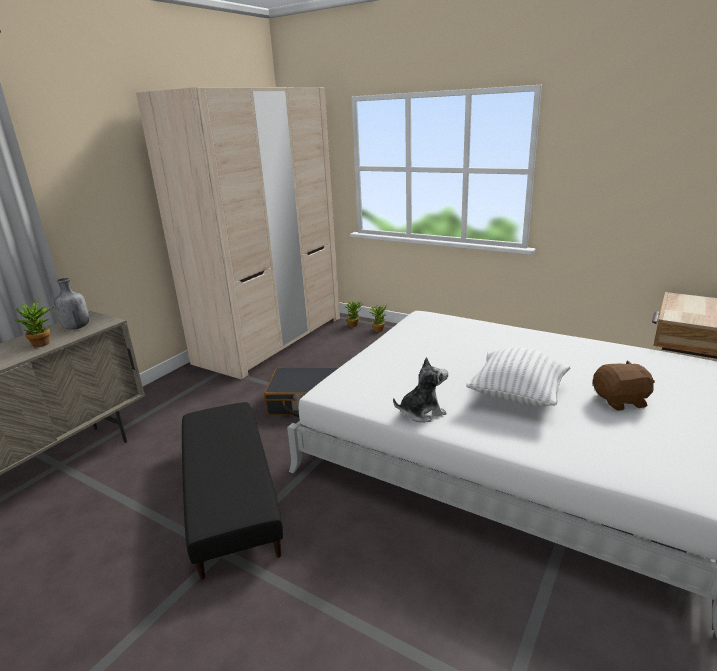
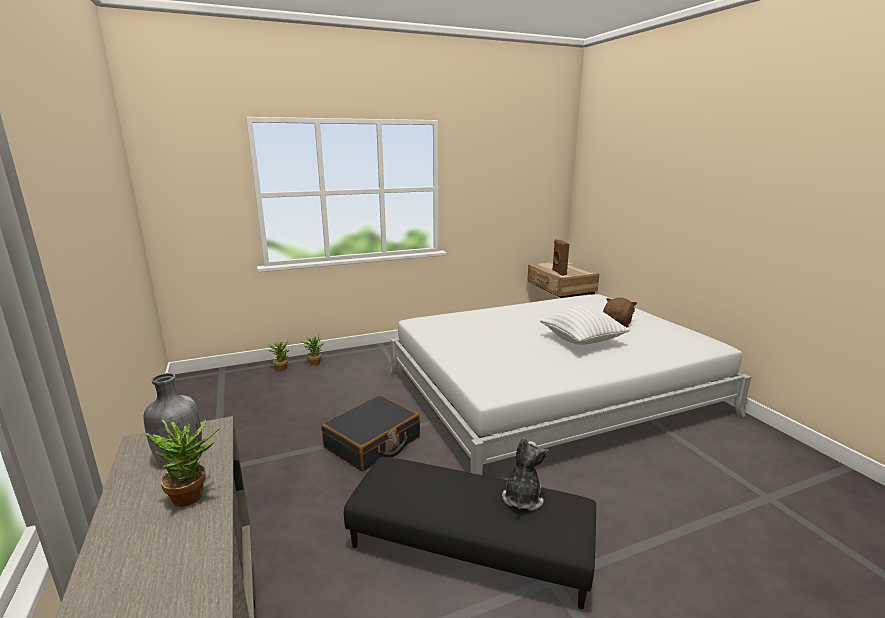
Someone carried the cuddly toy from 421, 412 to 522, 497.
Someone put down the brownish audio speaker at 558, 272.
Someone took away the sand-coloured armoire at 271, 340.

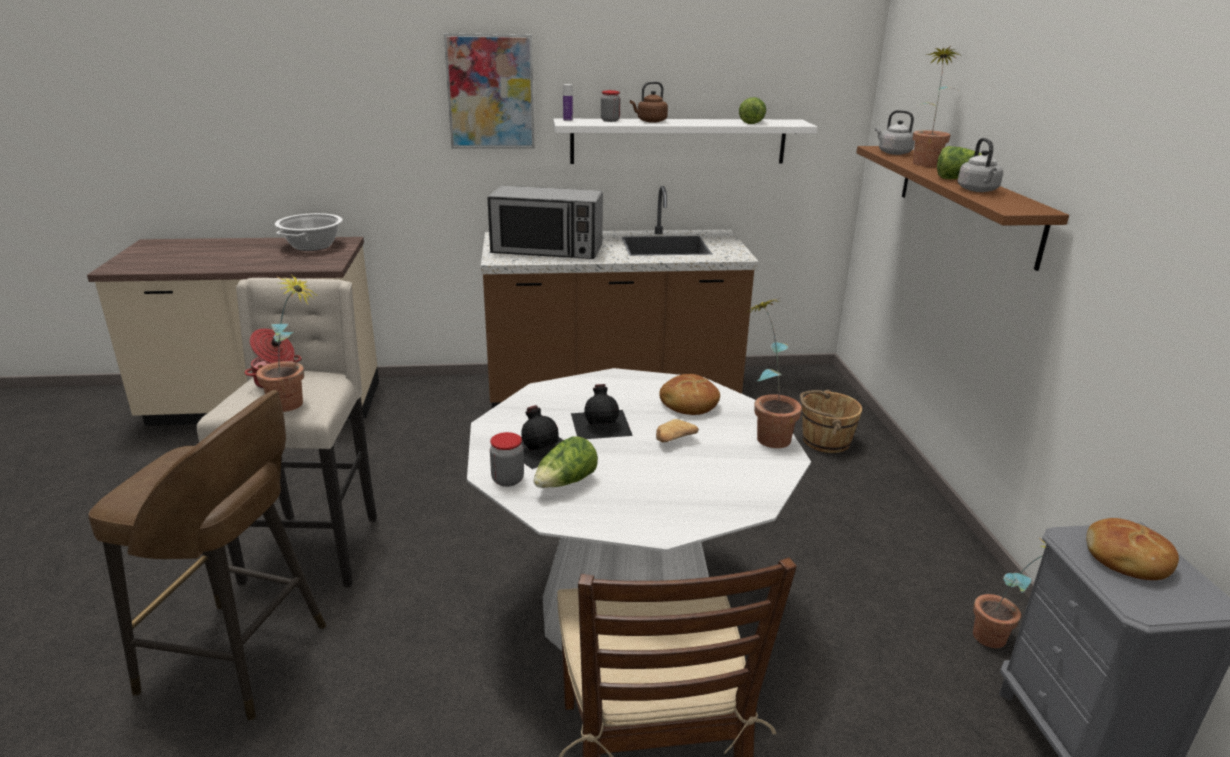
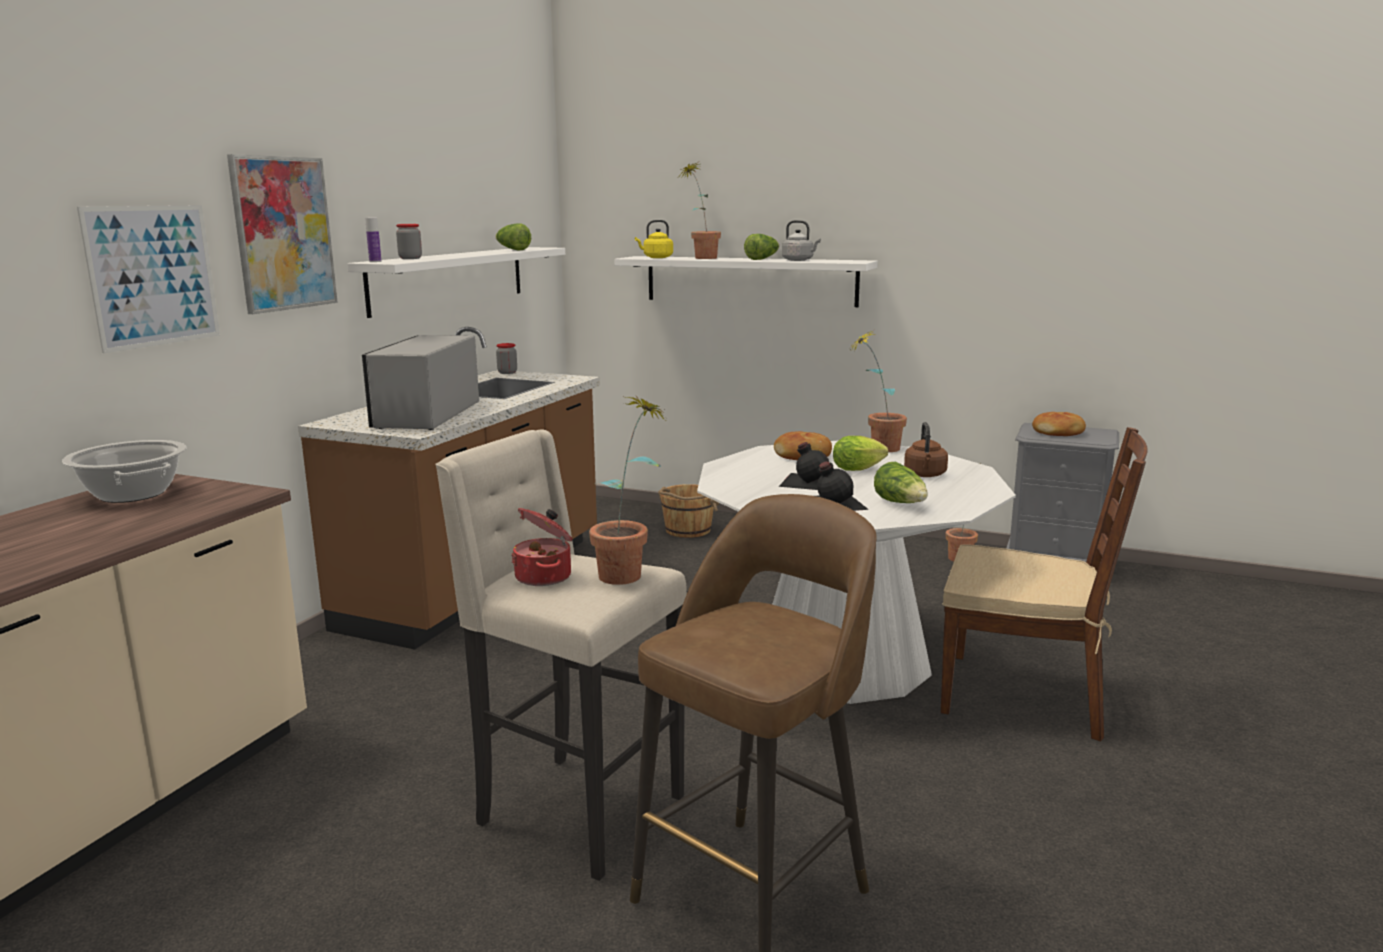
Someone put up the picture at 153, 276.
Someone rotated the microwave at 547, 250 by 150 degrees clockwise.
Someone carried the storage jar from 507, 480 to 507, 372.
Someone repainted the brownish shelf at 966, 201, which became the whitish shelf at 749, 280.
Someone repainted the gray tea kettle at 892, 153, which became the yellow-coloured tea kettle at 656, 257.
Someone swapped the bakery bread at 672, 440 for the lettuce head at 860, 469.
Someone carried the brownish tea kettle from 650, 121 to 925, 475.

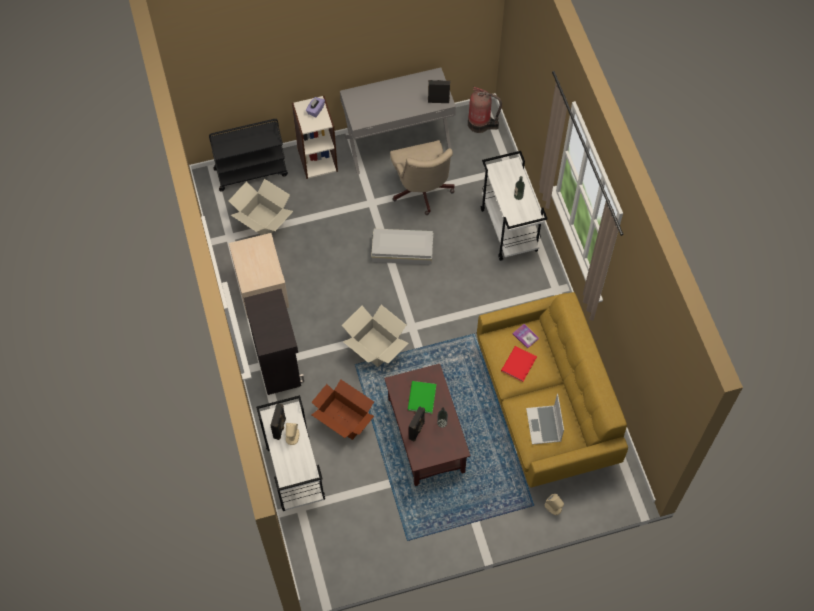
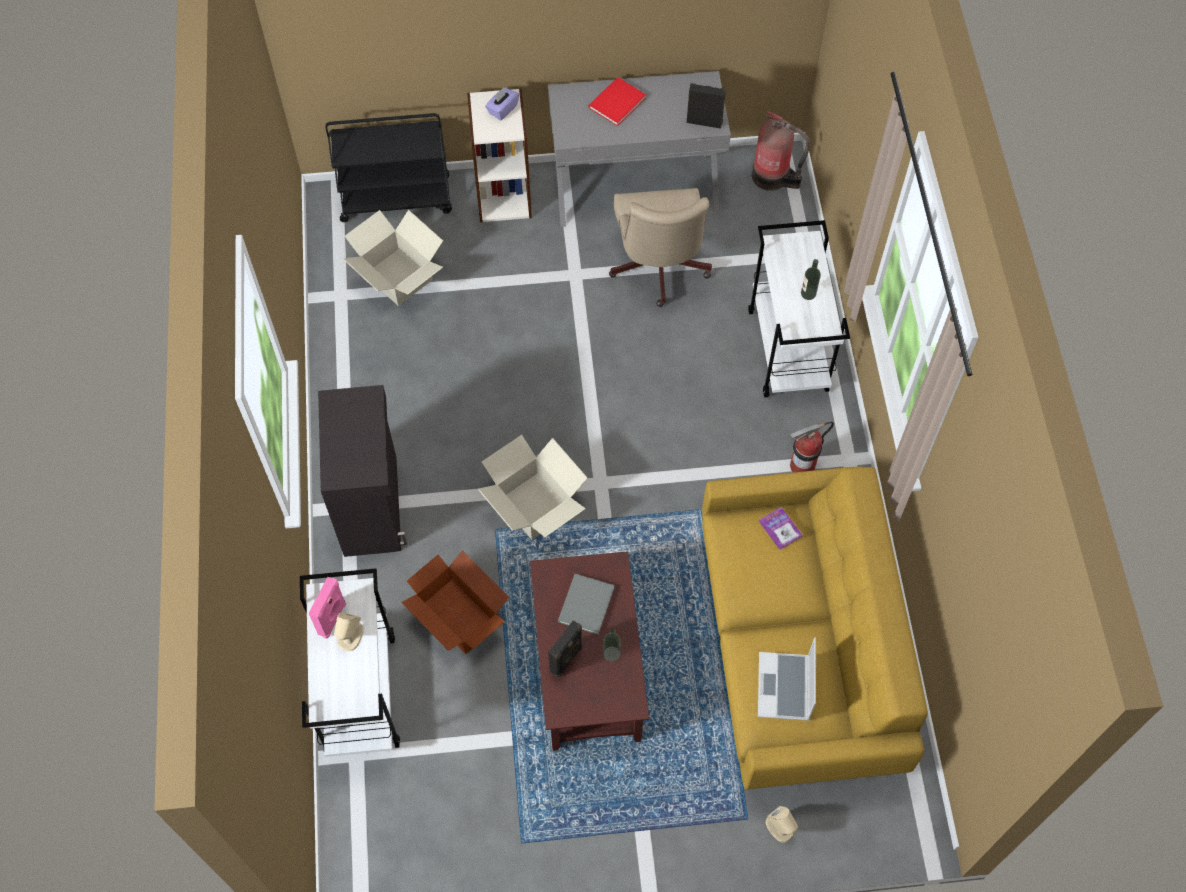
Someone repainted the blackish audio speaker at 280, 428, which became the pinkish audio speaker at 333, 619.
Someone repainted the green volume at 421, 398, which became the gray volume at 584, 605.
Someone carried the red volume from 517, 365 to 615, 103.
Someone put down the fire-fighting cylinder at 802, 466.
Someone took away the sand-coloured nightstand at 261, 287.
Someone took away the whitish storage box at 403, 251.

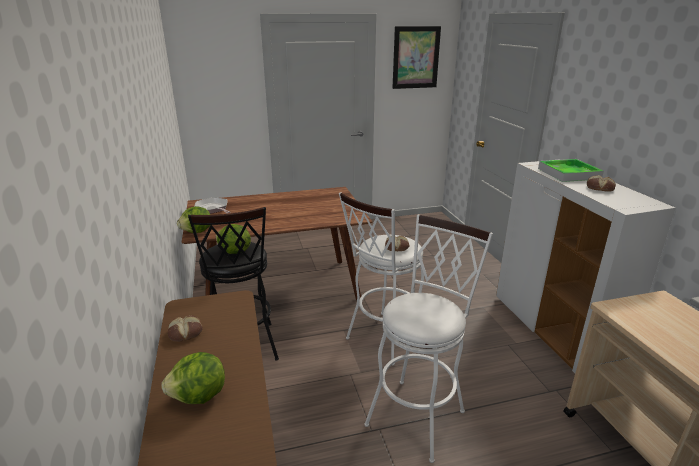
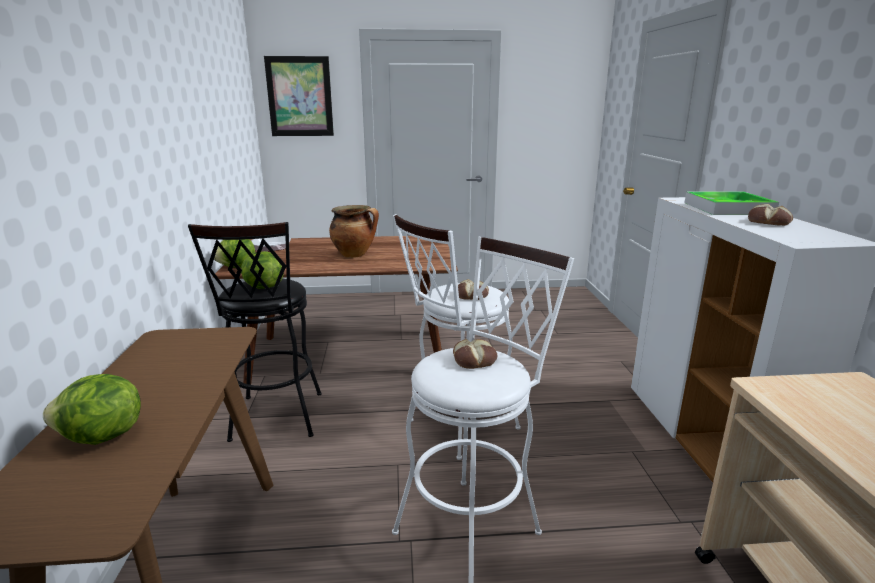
Someone carried the picture from 416, 57 to 300, 97.
Someone put down the stockpot at 355, 255.
Someone carried the bakery bread from 186, 332 to 474, 359.

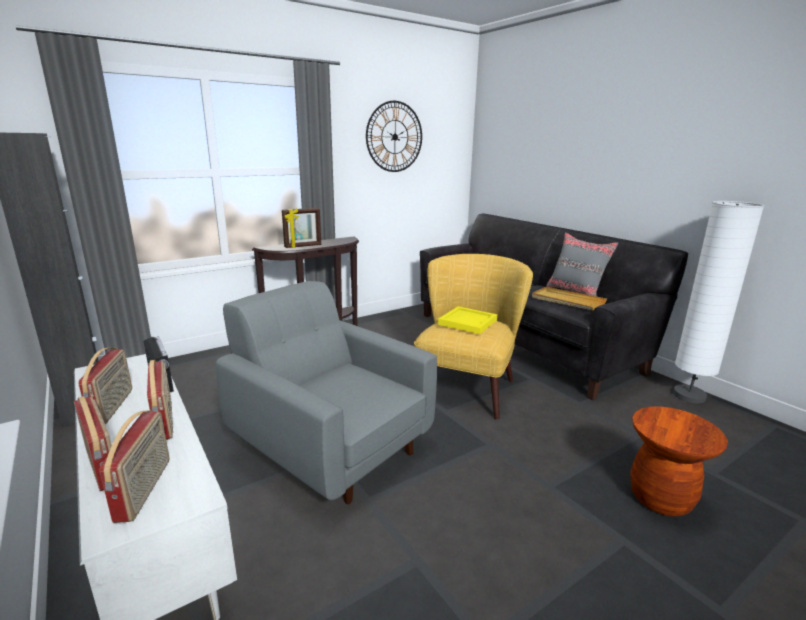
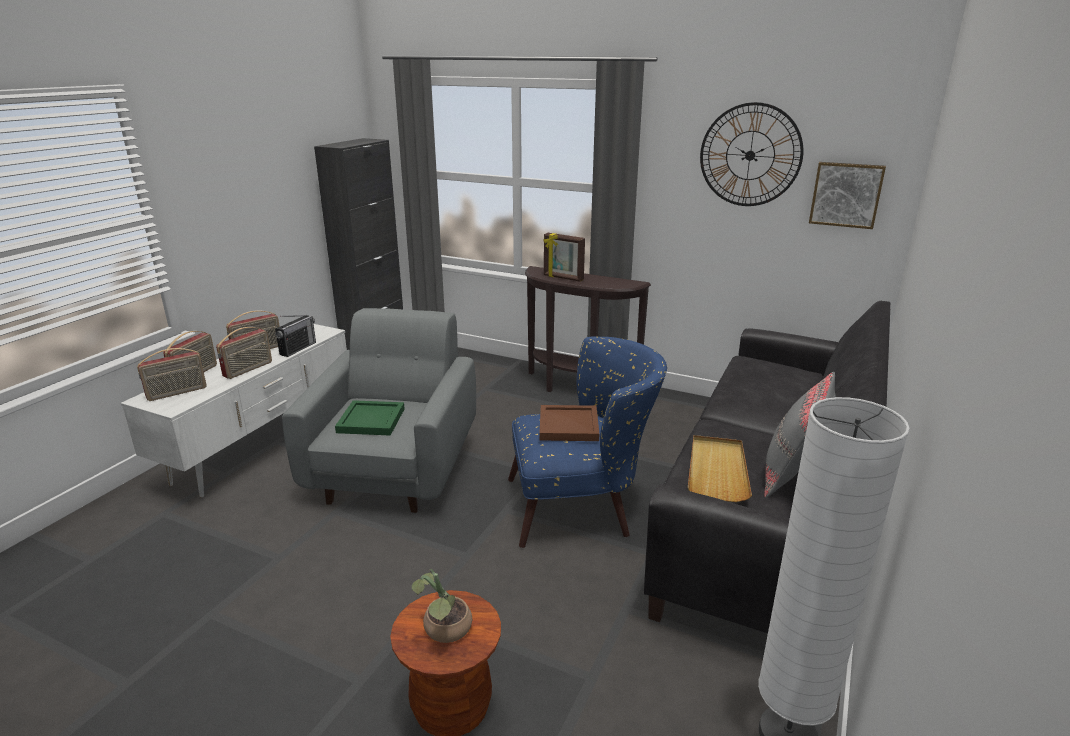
Someone put down the green carrying tray at 371, 421.
Someone put down the plant in a pot at 445, 632.
Someone repainted the yellow-coloured armchair at 467, 384, which became the blue armchair at 581, 507.
Someone repainted the yellow-coloured carrying tray at 466, 322, which became the brownish carrying tray at 567, 425.
Someone put up the picture at 846, 194.

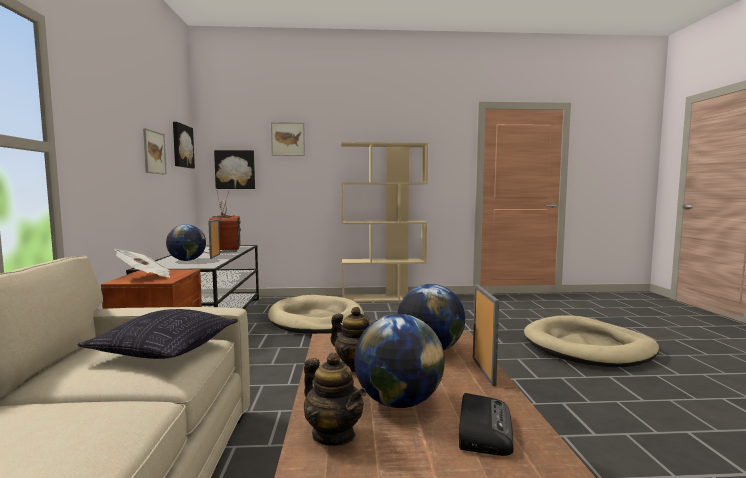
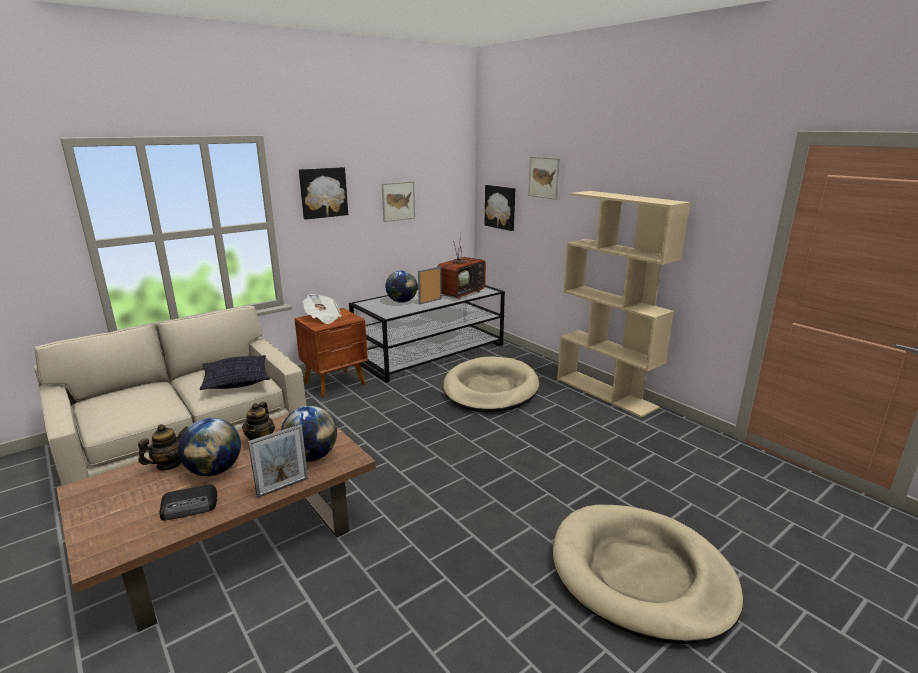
Someone rotated the tea pot at 334, 434 by 150 degrees counterclockwise.
Someone carried the picture from 182, 146 to 323, 192.

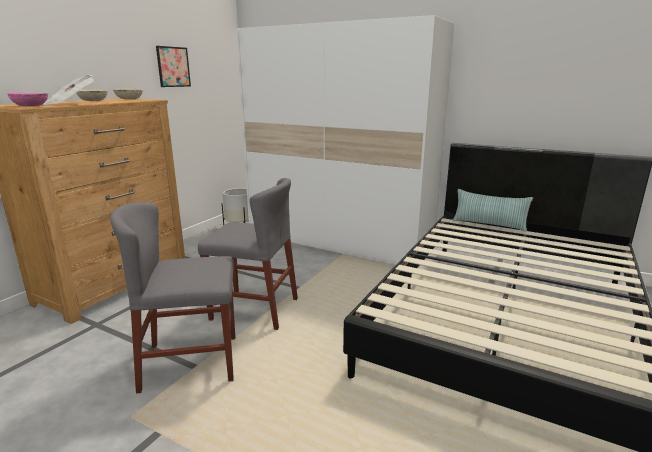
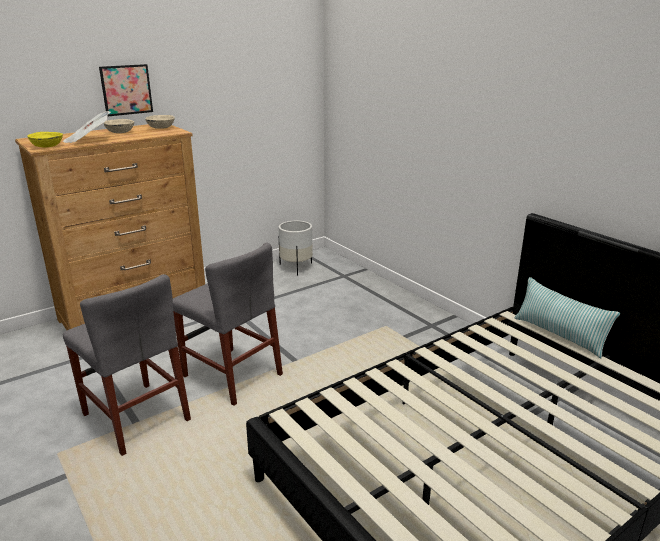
Someone repainted the pinkish bowl at 30, 106, which became the yellow-coloured bowl at 46, 146.
Someone rotated the gray plain chair at 191, 362 by 150 degrees counterclockwise.
Someone carried the picture from 173, 67 to 126, 90.
Someone took away the whitish armoire at 338, 241.

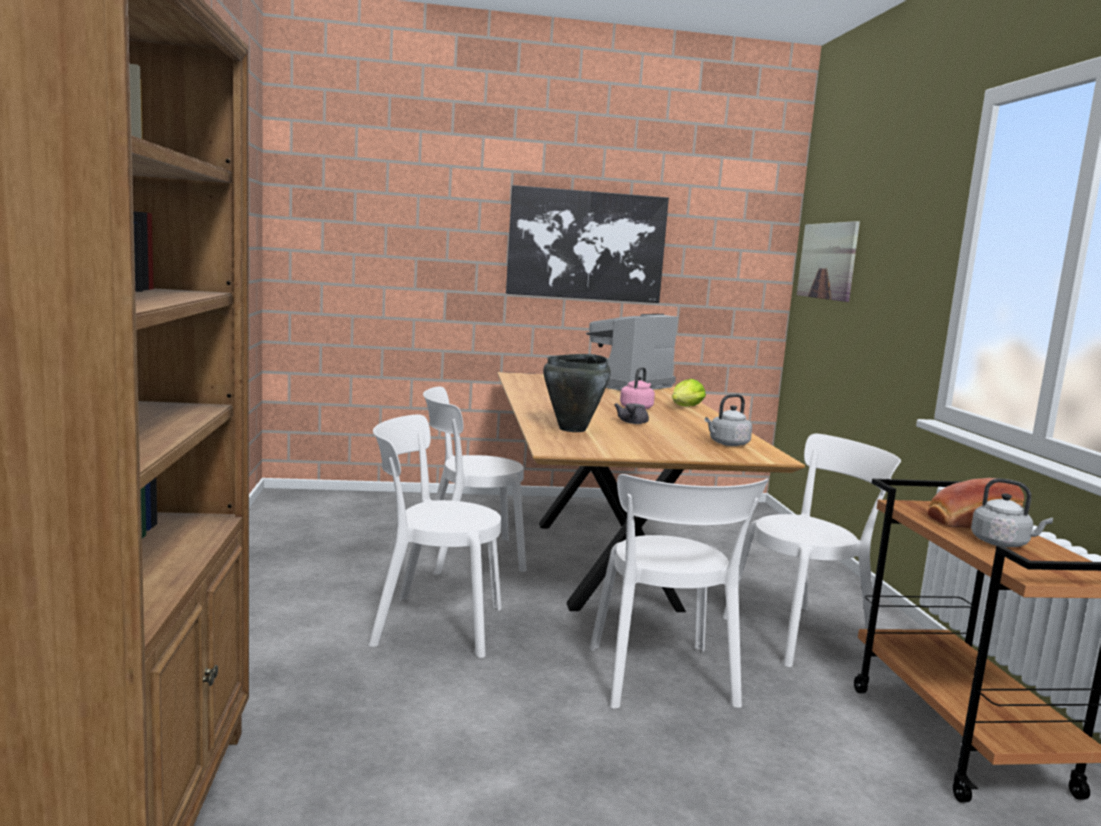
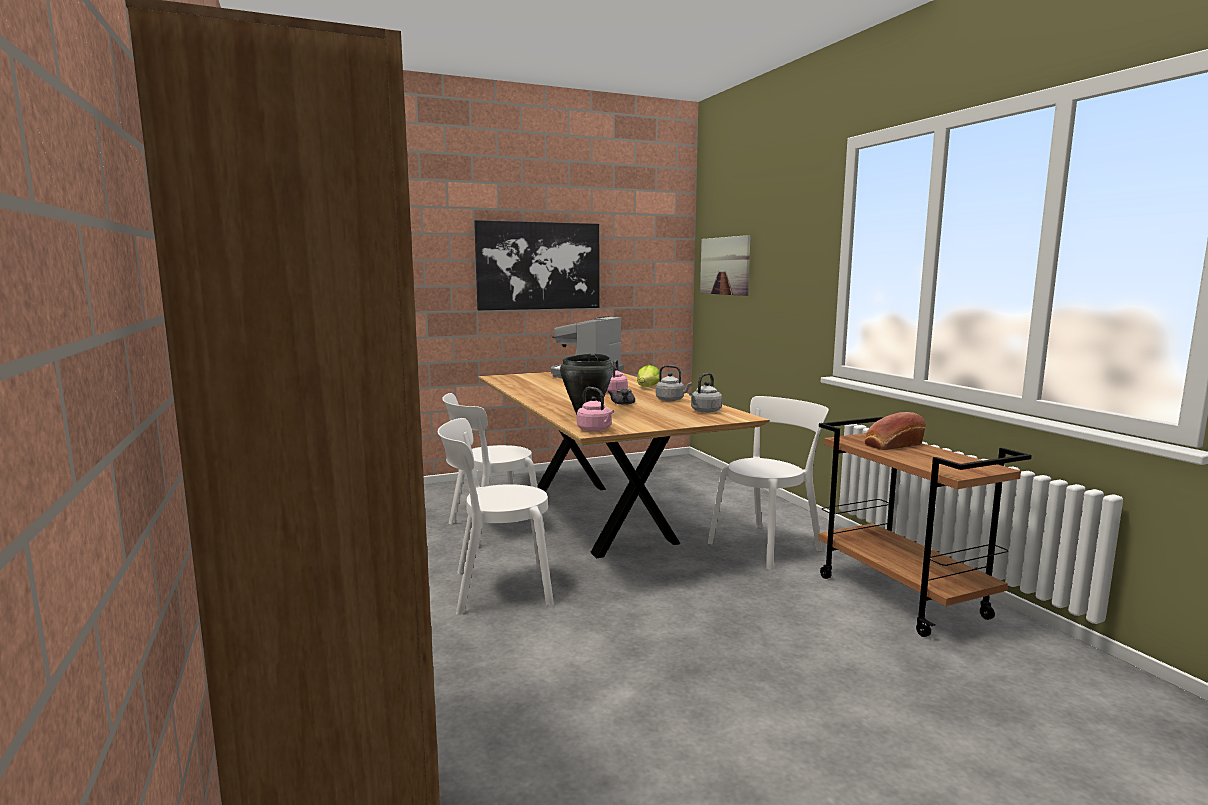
Someone put down the pinkish tea kettle at 595, 430.
Someone carried the gray tea kettle from 1002, 543 to 671, 400.
Someone took away the whitish plain chair at 662, 679.

